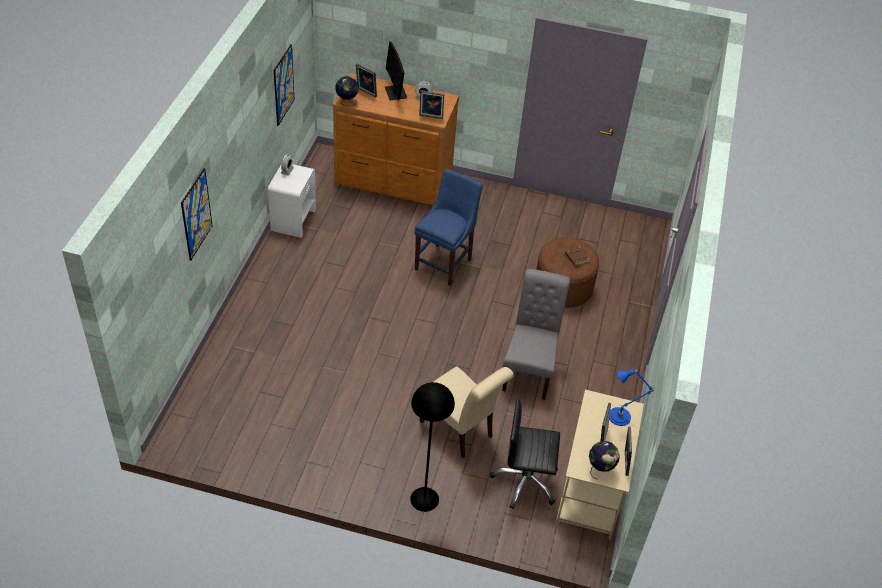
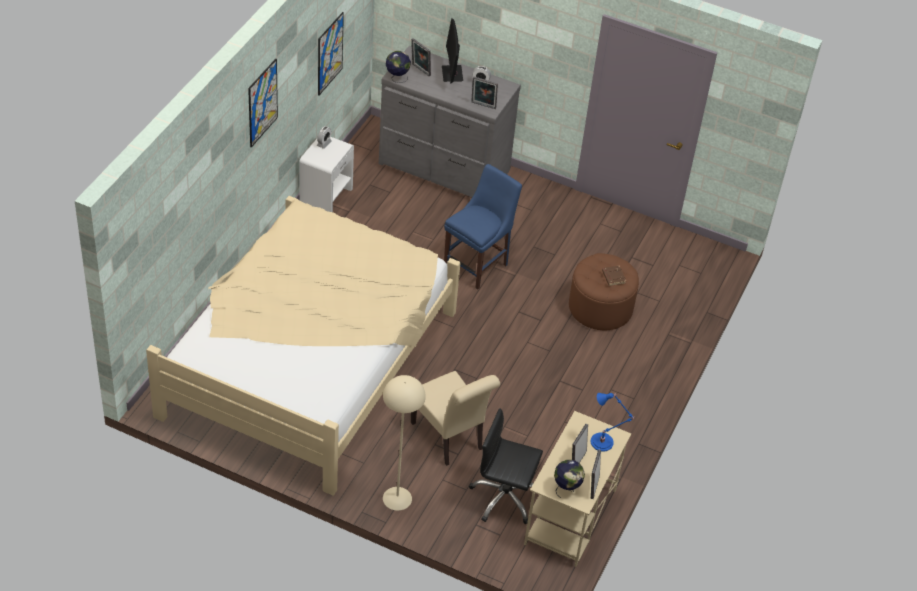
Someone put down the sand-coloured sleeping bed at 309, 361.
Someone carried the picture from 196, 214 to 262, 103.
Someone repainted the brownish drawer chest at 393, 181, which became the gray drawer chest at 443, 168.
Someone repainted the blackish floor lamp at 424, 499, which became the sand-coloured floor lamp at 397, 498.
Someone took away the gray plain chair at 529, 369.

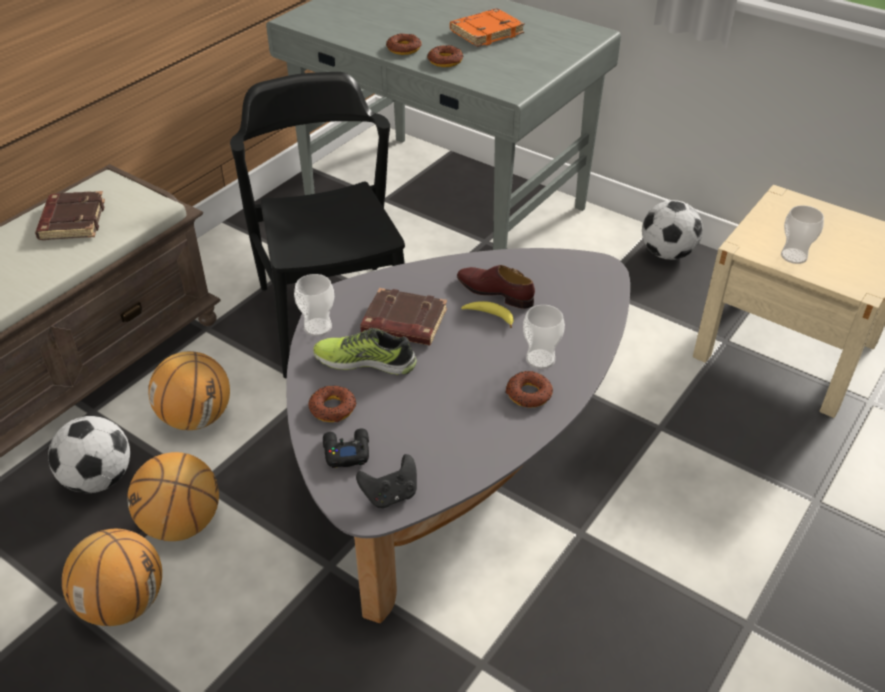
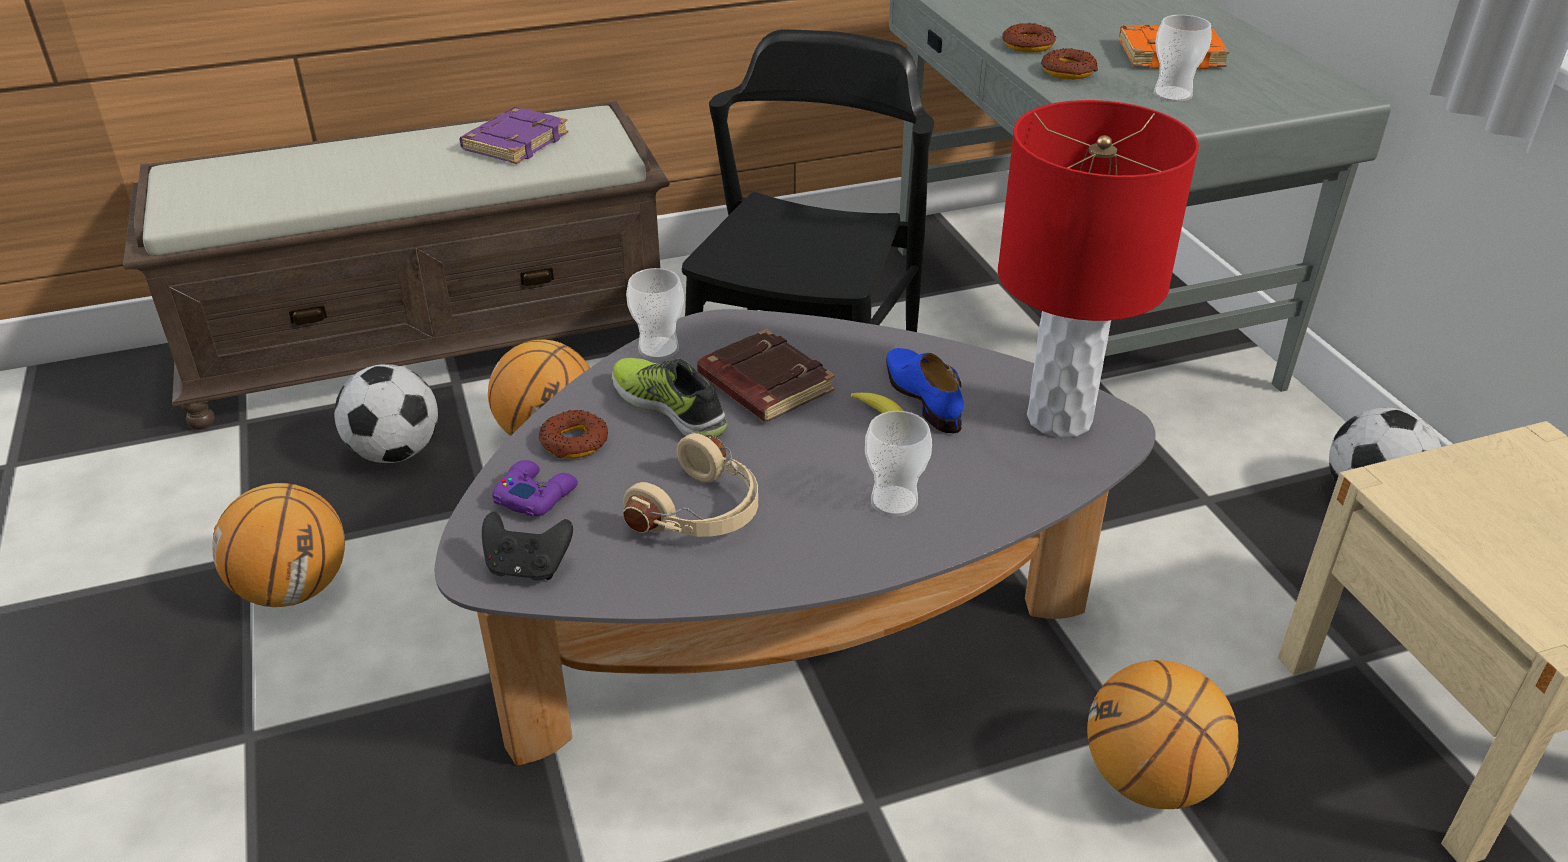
Someone repainted the brownish volume at 71, 221, which became the purple-coloured volume at 515, 142.
Someone repainted the blackish joypad at 346, 451, which became the purple-coloured joypad at 535, 495.
Someone put down the sand-coloured headphones at 701, 512.
Someone repainted the brownish item of footwear at 495, 292, which became the blue item of footwear at 923, 396.
Someone put down the red tabletop lamp at 1058, 418.
Someone carried the ball for basketball from 182, 524 to 1149, 780.
Someone carried the cup from 794, 256 to 1172, 94.
Someone took away the ring doughnut at 528, 394.

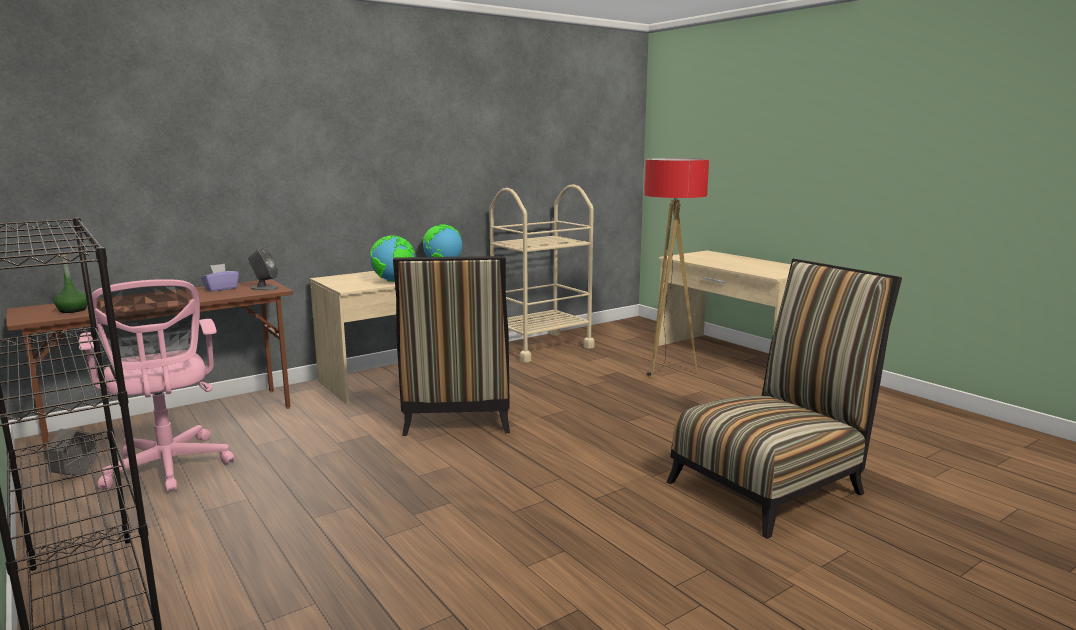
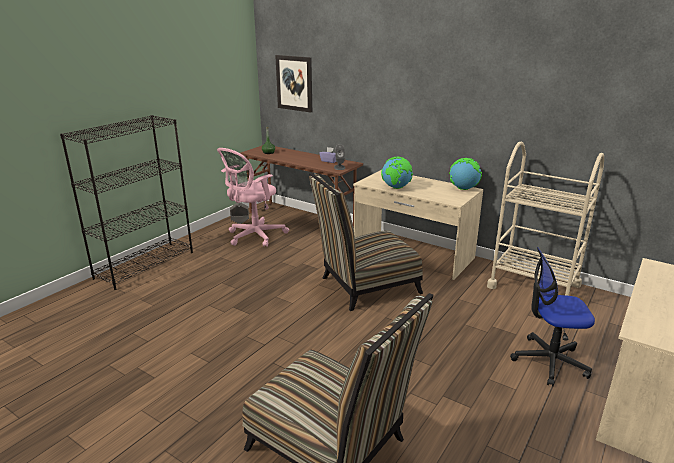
Someone put up the picture at 294, 83.
Someone swapped the floor lamp at 666, 371 for the computer chair at 549, 361.

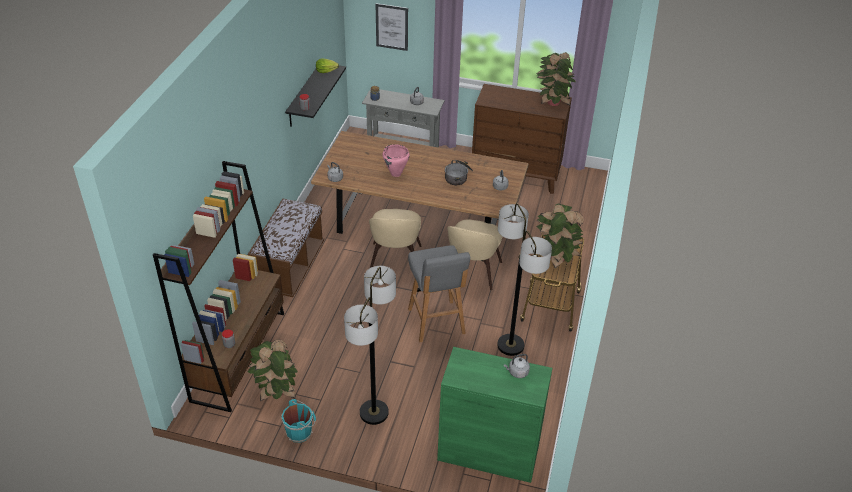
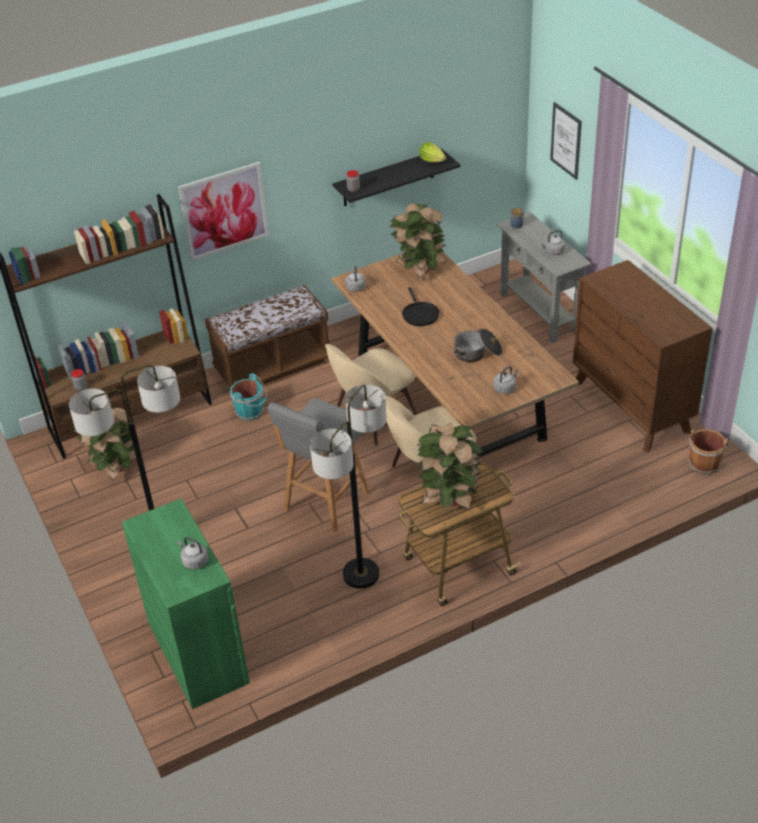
Someone put up the picture at 224, 211.
Someone carried the blue-green bucket from 300, 432 to 251, 412.
Someone carried the plant in a pot from 552, 103 to 419, 270.
Someone swapped the pinkish stockpot at 396, 173 for the blackish pan at 419, 314.
Someone put down the brownish bucket at 704, 463.

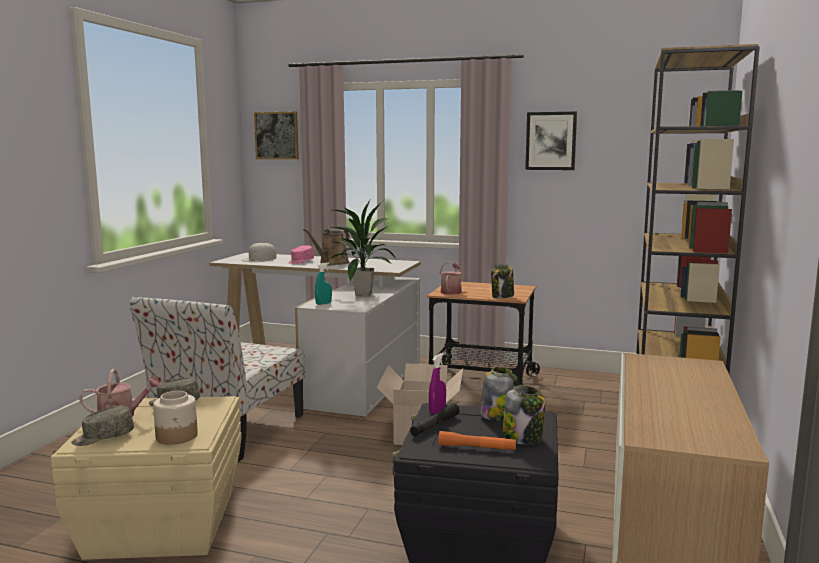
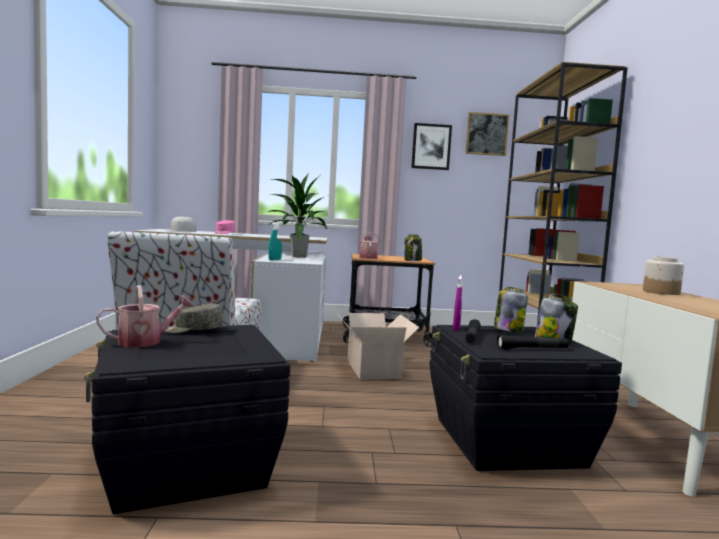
Someone repainted the sand-coloured storage box at 160, 525, which became the blackish storage box at 187, 466.
Someone carried the picture from 277, 135 to 486, 134.
Someone repainted the orange flashlight at 477, 448, which became the blackish flashlight at 532, 348.
Someone carried the storage jar from 177, 436 to 661, 292.
Someone took away the gray cap at 103, 437.
Someone took away the brownish watering can at 332, 263.

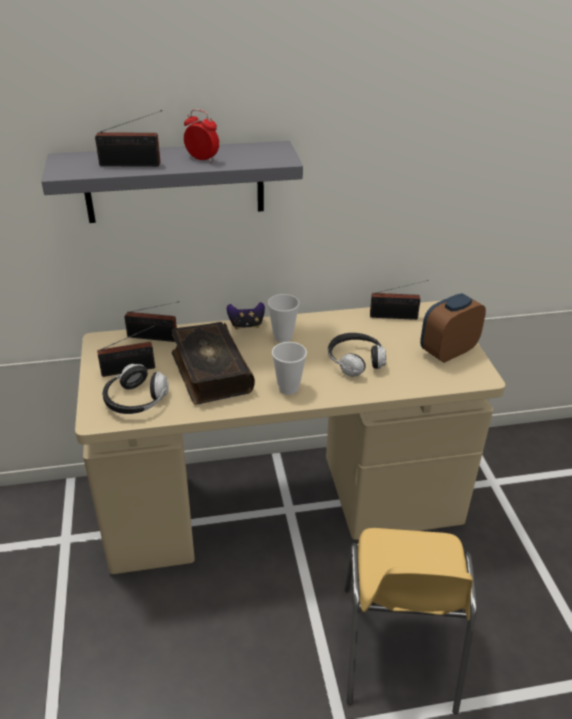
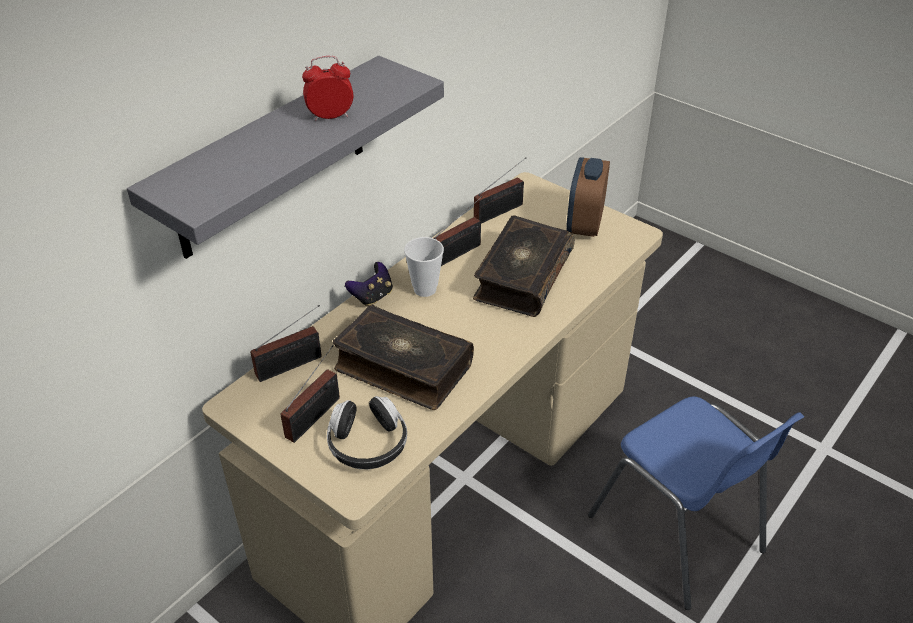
Someone carried the radio receiver from 133, 164 to 458, 253.
Someone swapped the headphones at 355, 361 for the volume at 521, 277.
Someone repainted the yellow-coloured plain chair at 398, 649, which became the blue plain chair at 677, 534.
Someone took away the cup at 288, 388.

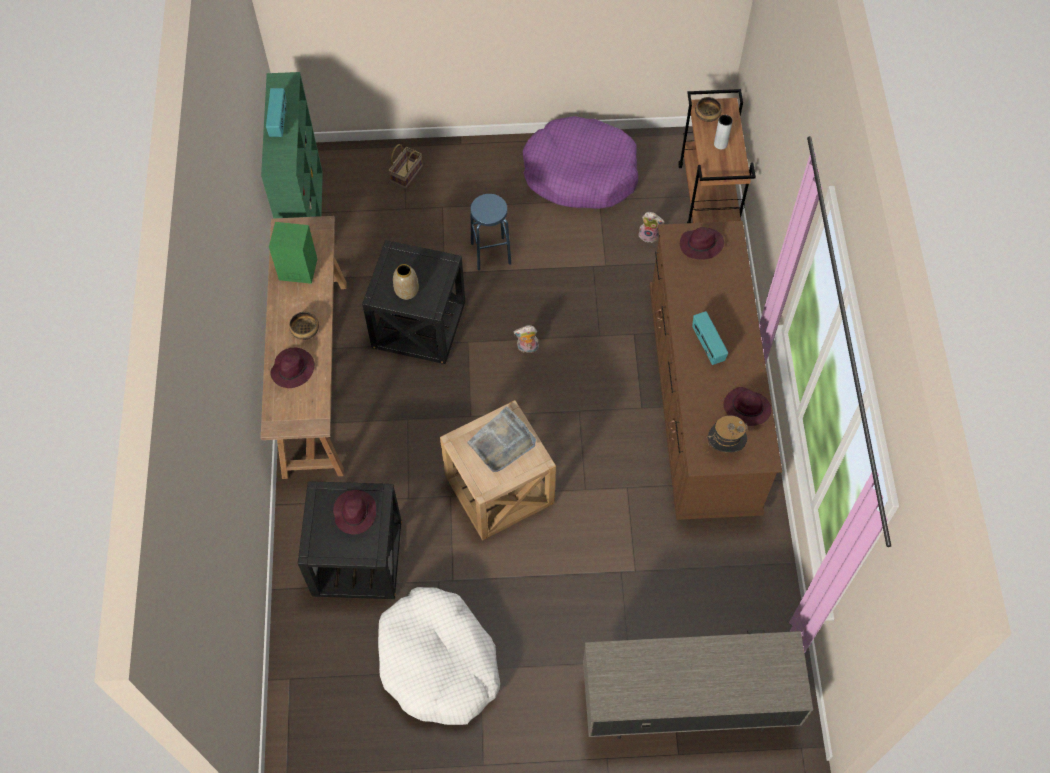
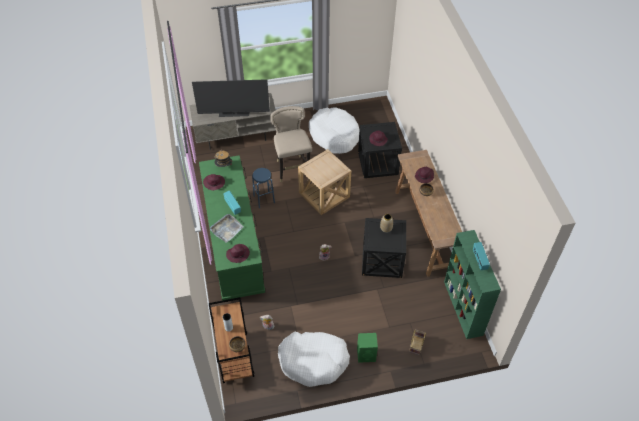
Someone put down the TV set at 234, 114.
Someone repainted the brownish drawer chest at 701, 399, which became the green drawer chest at 234, 244.
Someone carried the gray carrying tray from 502, 442 to 226, 229.
Someone carried the blue stool seat from 490, 253 to 264, 199.
Someone put down the sand-coloured stool seat at 292, 169.
Someone repainted the purple-coloured pet bed at 580, 173, which became the whitish pet bed at 313, 361.
Someone carried the green audio speaker from 297, 269 to 366, 355.

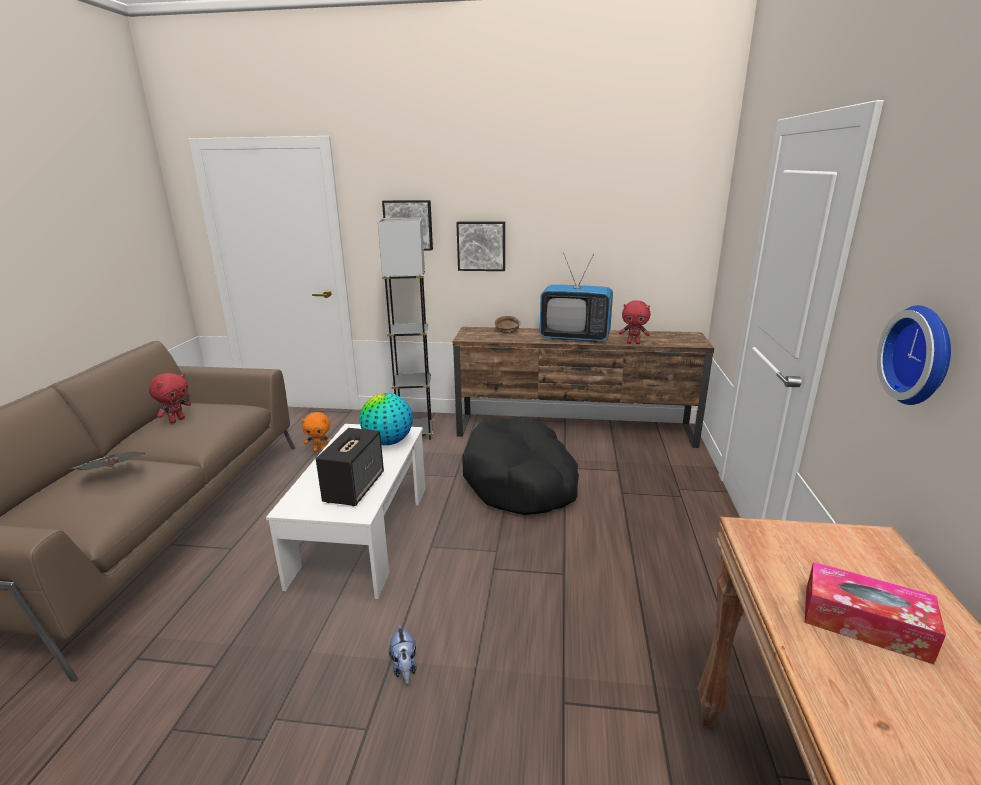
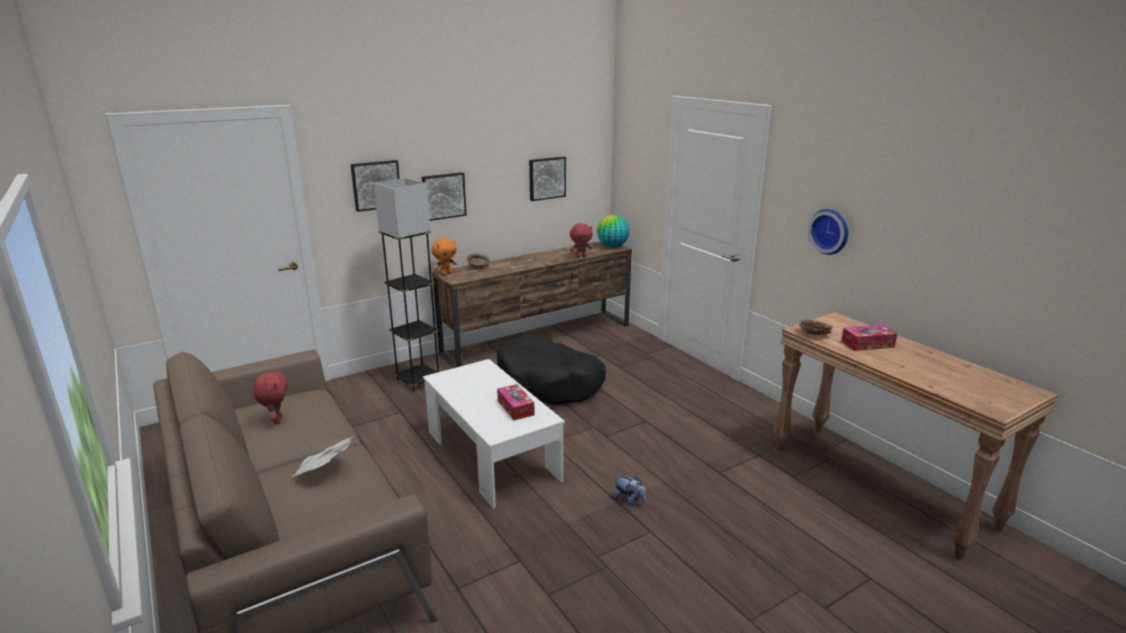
Someone carried the orange cuddly toy from 320, 450 to 445, 274.
Someone swapped the audio speaker at 354, 487 for the box of tissues at 515, 408.
Someone put up the picture at 546, 178.
Someone carried the desk globe from 388, 442 to 612, 246.
Someone put down the brownish bowl at 814, 334.
Someone took away the TV set at 575, 337.

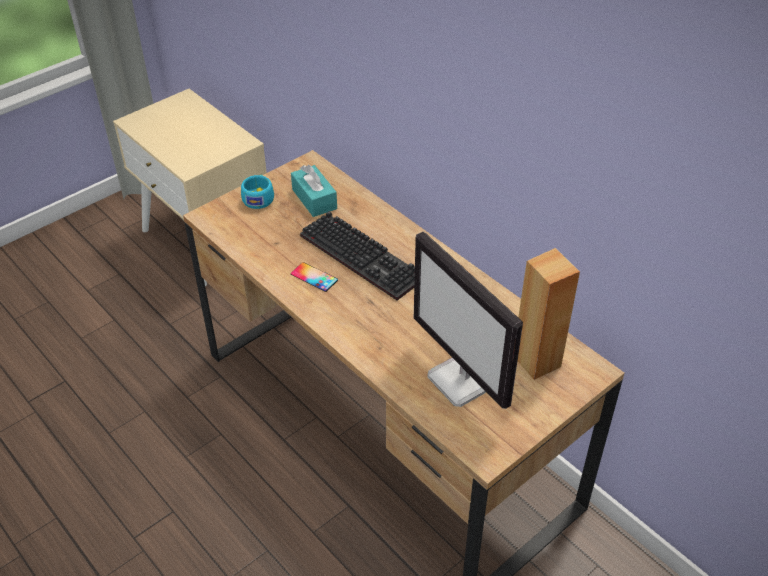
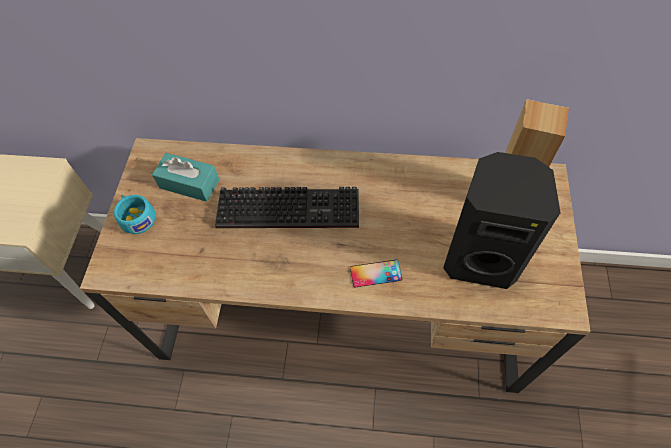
Someone carried the handset from 314, 277 to 376, 273.
Someone swapped the monitor at 463, 380 for the blackish audio speaker at 480, 258.

